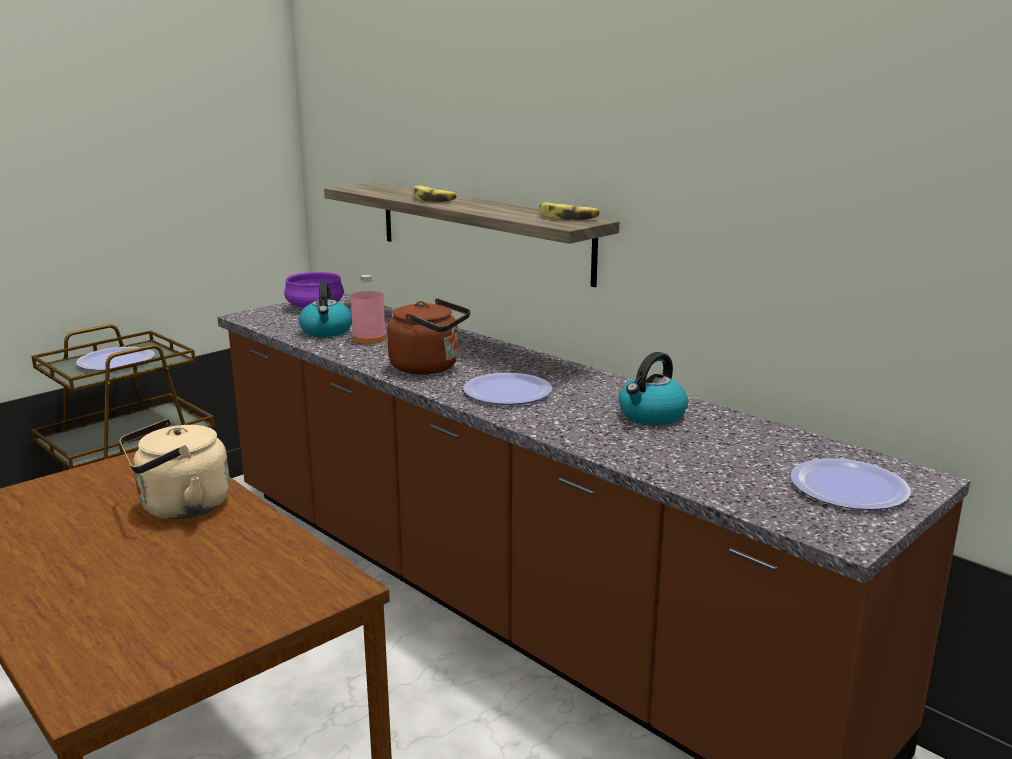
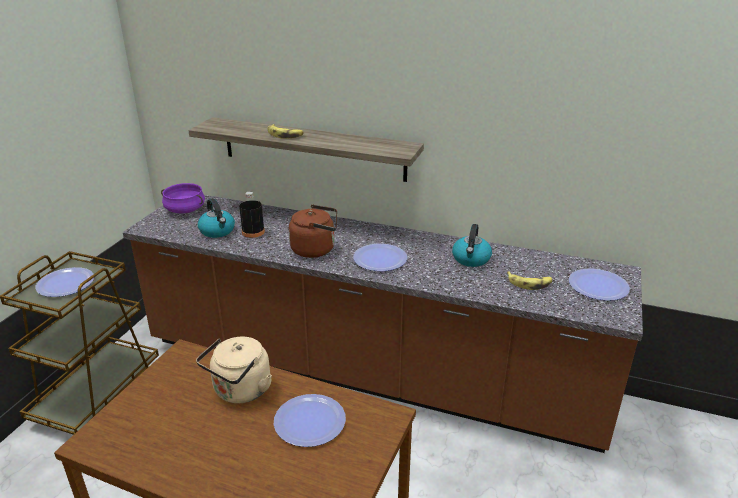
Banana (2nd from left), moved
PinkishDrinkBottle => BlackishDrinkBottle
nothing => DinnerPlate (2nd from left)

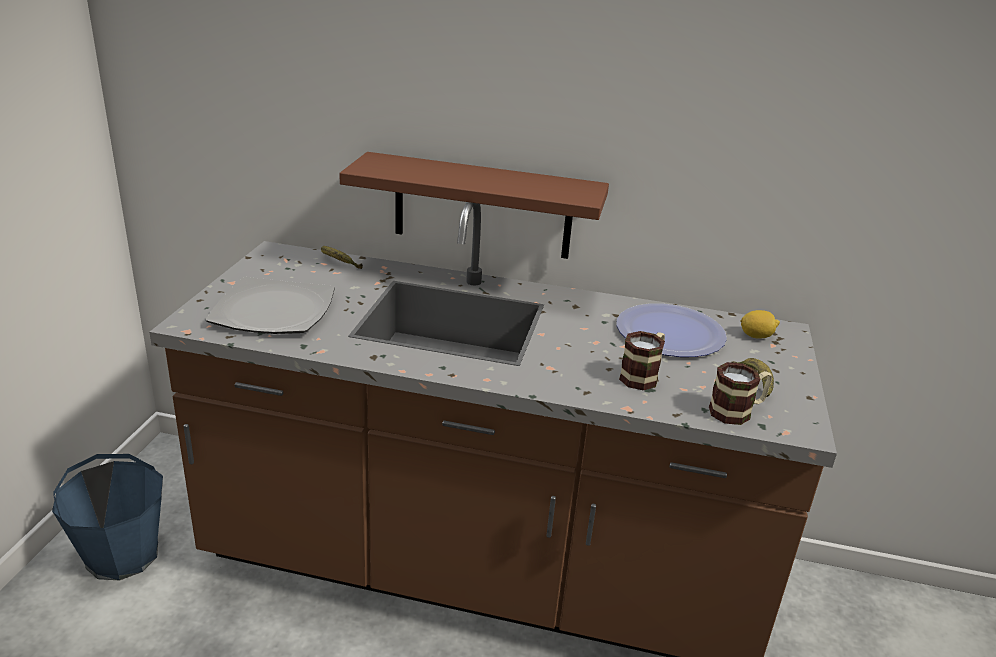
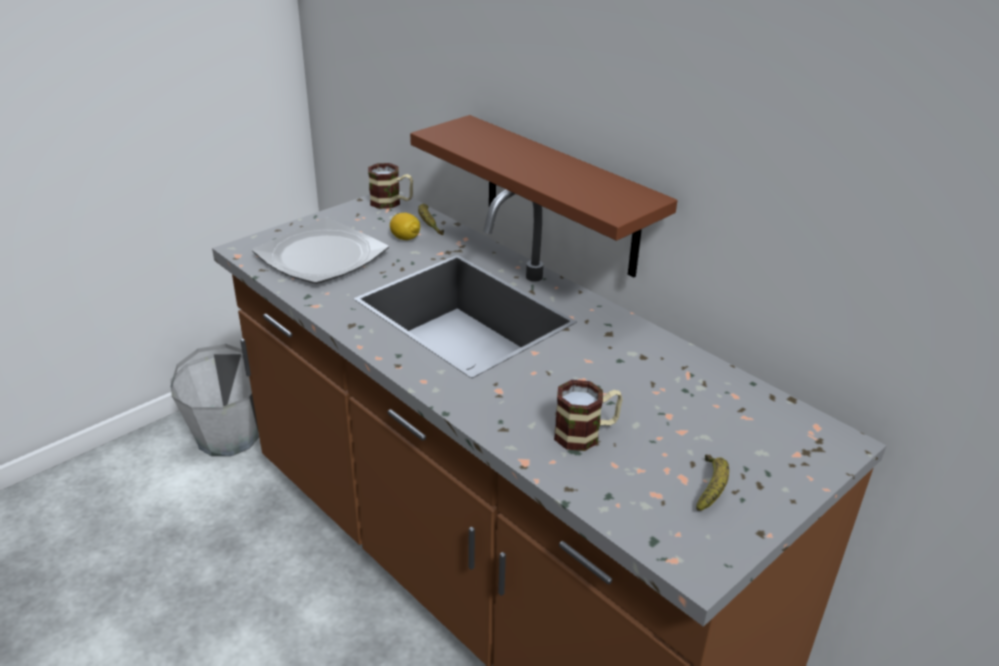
DinnerPlate (2nd from left) => nothing
Lemon, moved
TeaMug (2nd from left in the first image) => TeaMug (1st from left), moved
BlueColouredWaterBucket => GreyWaterBucket

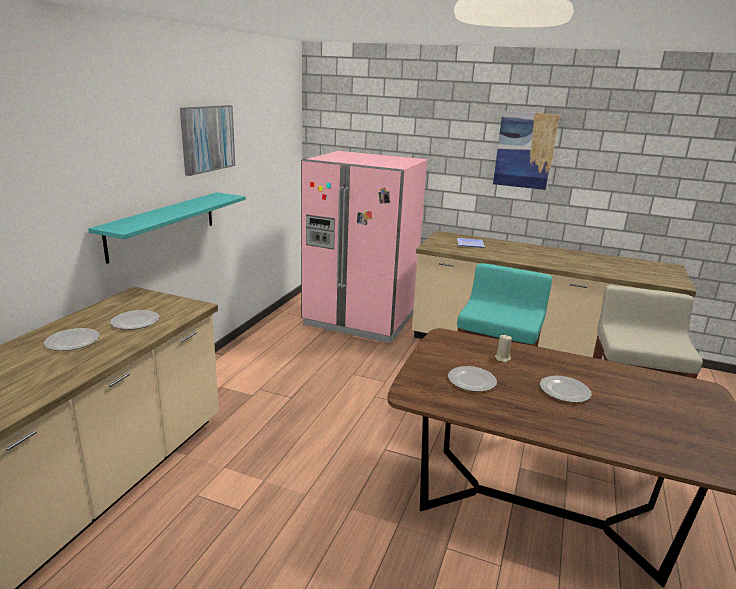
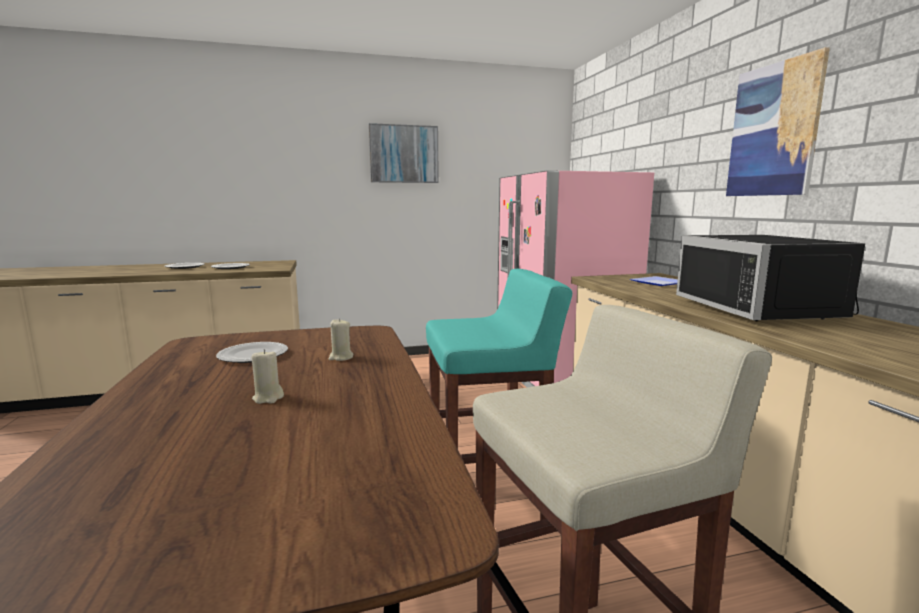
TurquoiseShelf => nothing
DinnerPlate (5th from left) => BeigeWaxLight (1st from left)
nothing => BlackishMicrowaveOven

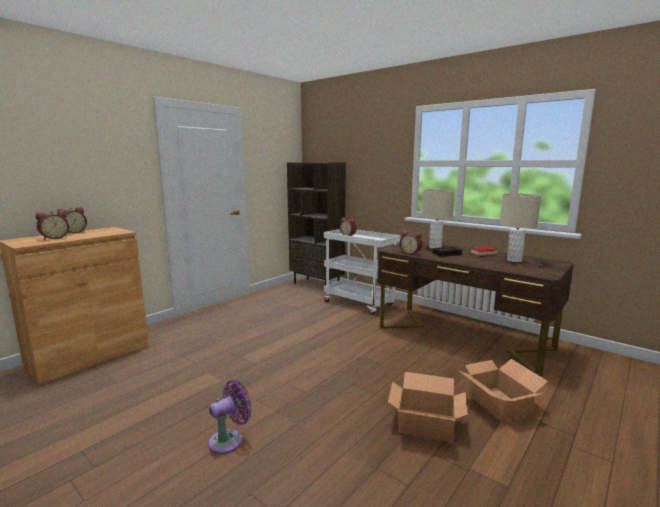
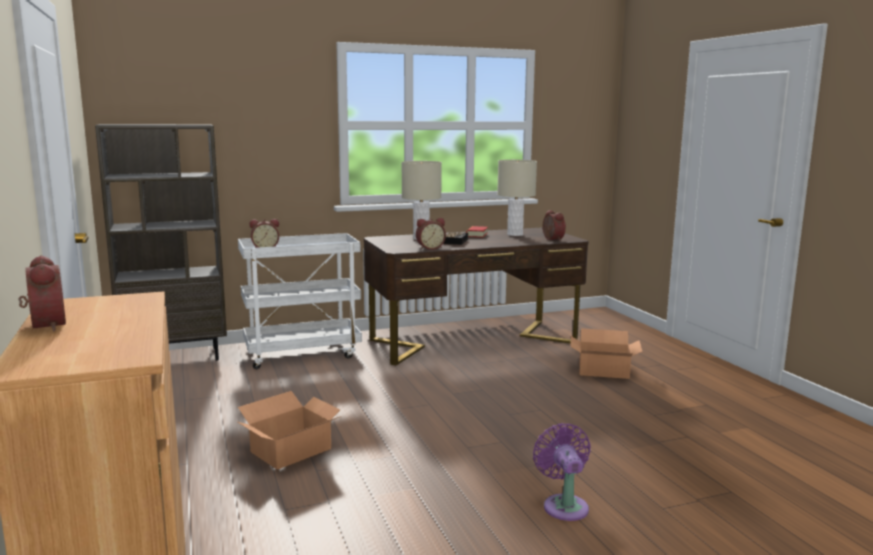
AlarmClock (1st from left in the first image) => AlarmClock (5th from left), moved
PackingBox (1st from left), moved

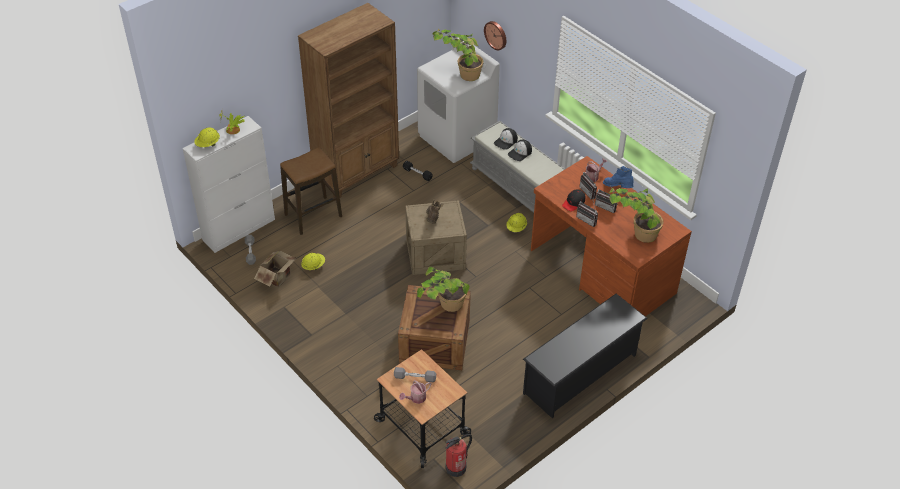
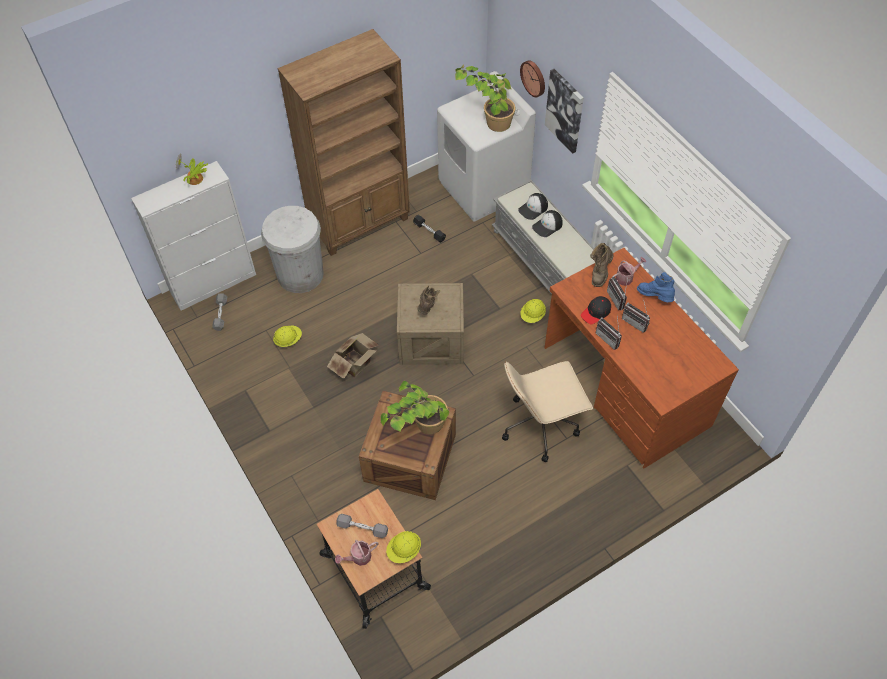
YellowishSafetyHelmet (1st from left in the first image) => YellowishSafetyHelmet (2nd from left), moved
StoolSeat => WhitishRubbishBin
PottedPlant (4th from left) => nothing
PackingBox, moved
BlackishShoeShelf => nothing
FireFightingCylinder => nothing
nothing => WallPicture
nothing => BrownishTallBoot (2nd from left)
nothing => BeigeComputerChair

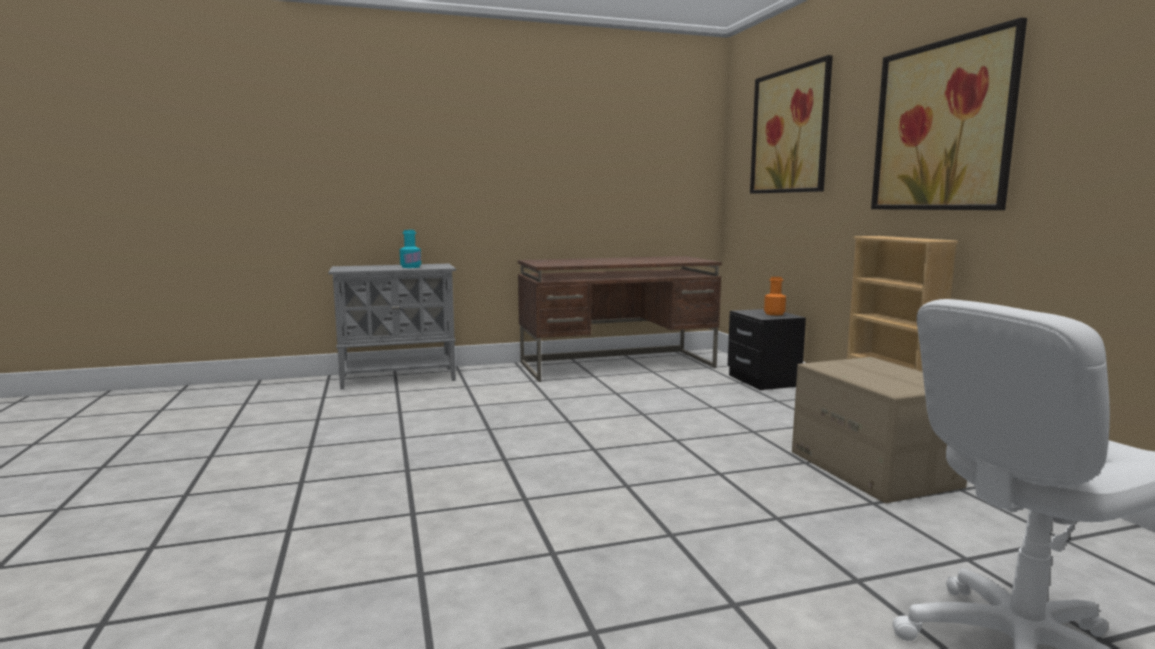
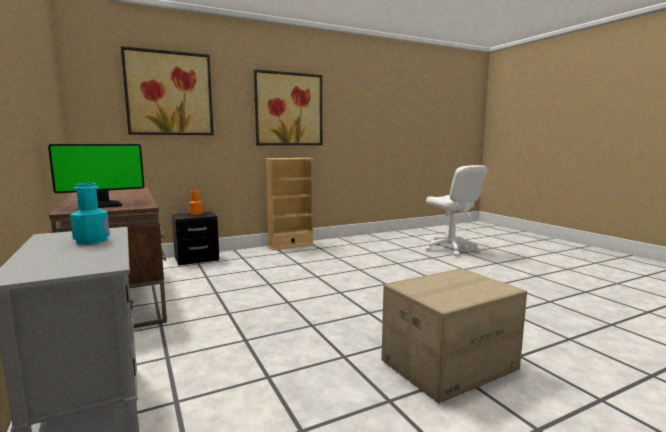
PackingBox, moved
nothing => ComputerScreen

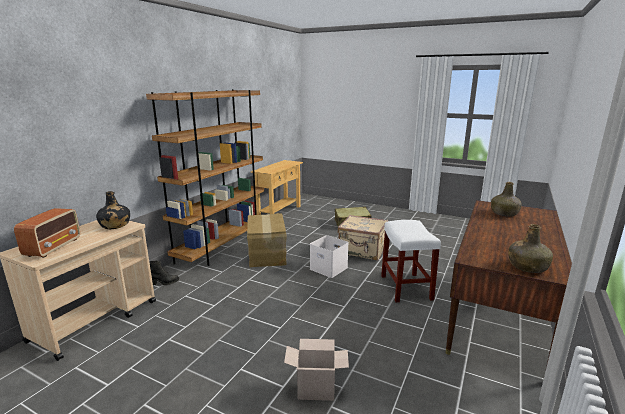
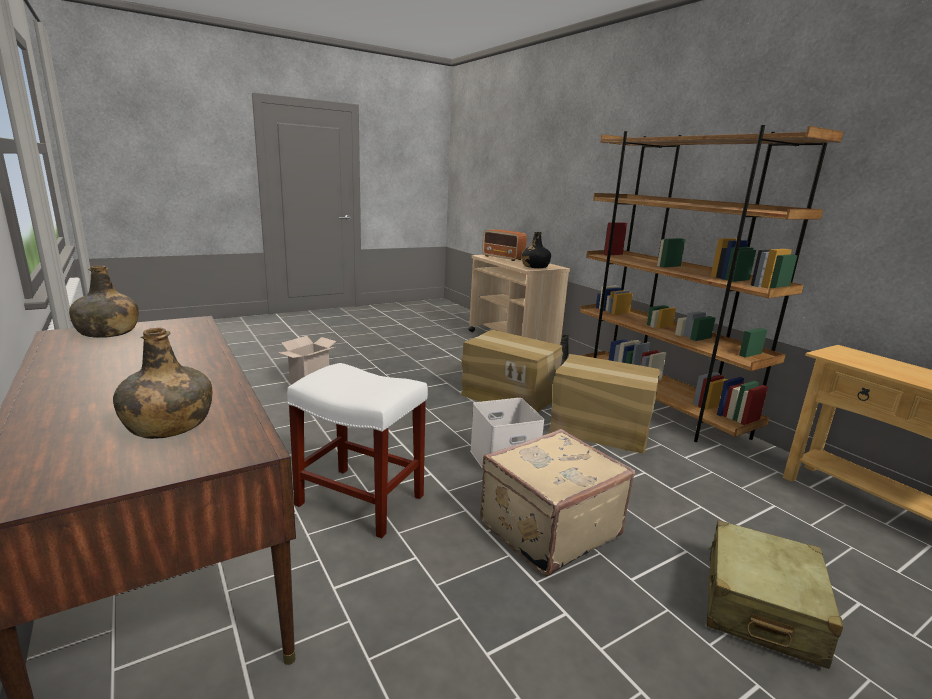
nothing => PackingBox (2nd from left)

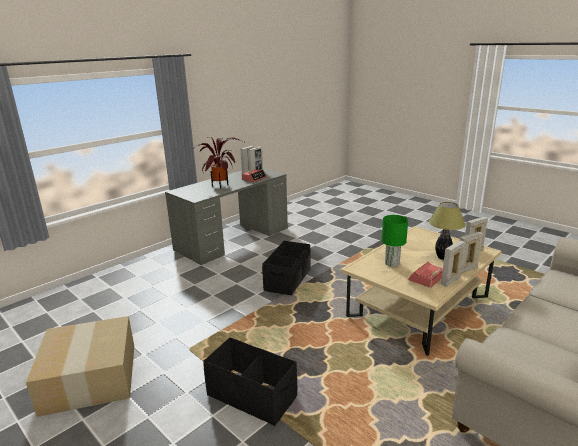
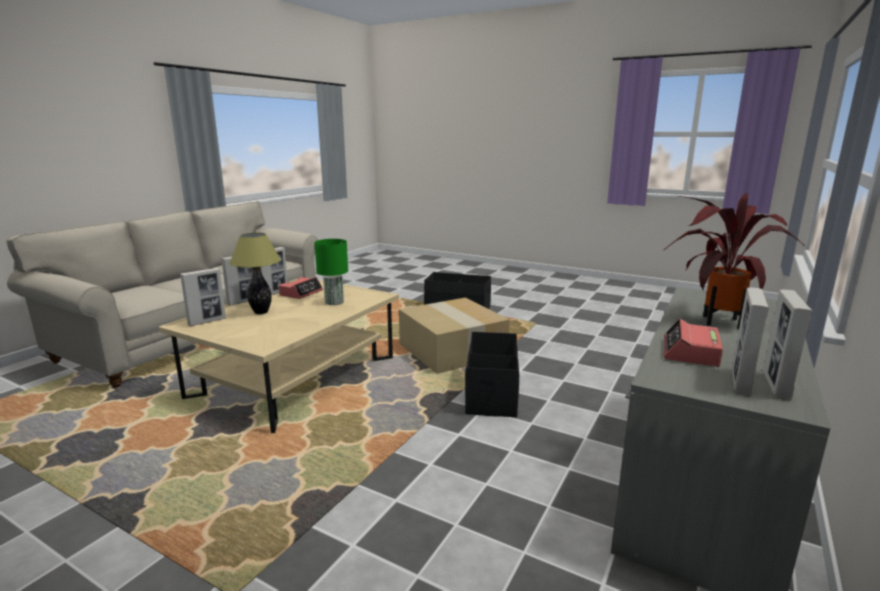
PackingBox, moved

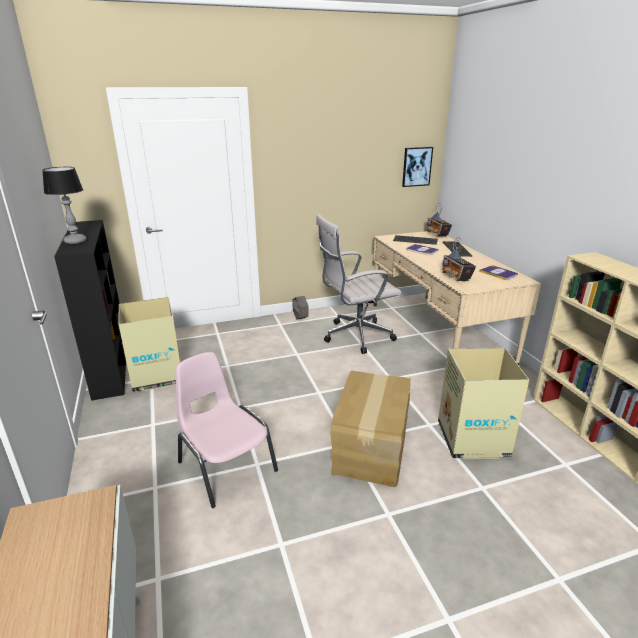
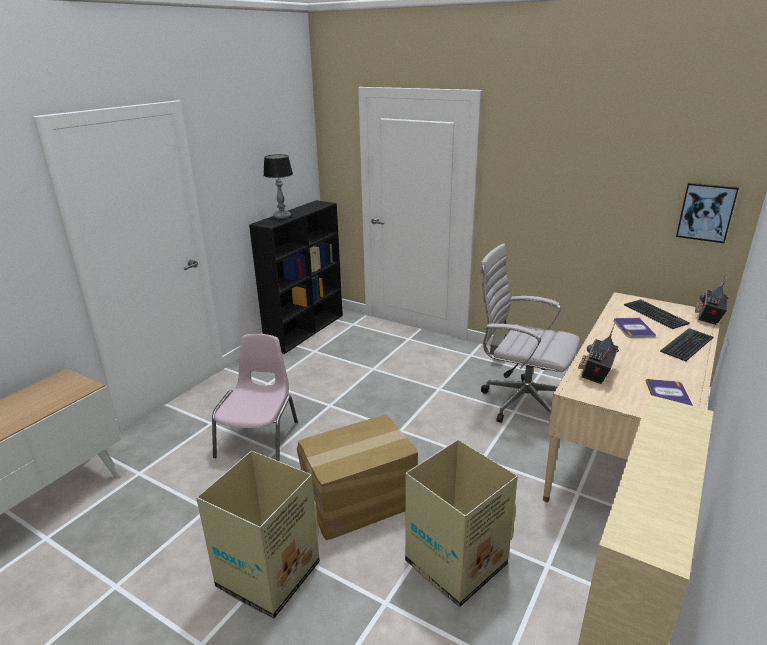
PackingBox (1st from left), moved

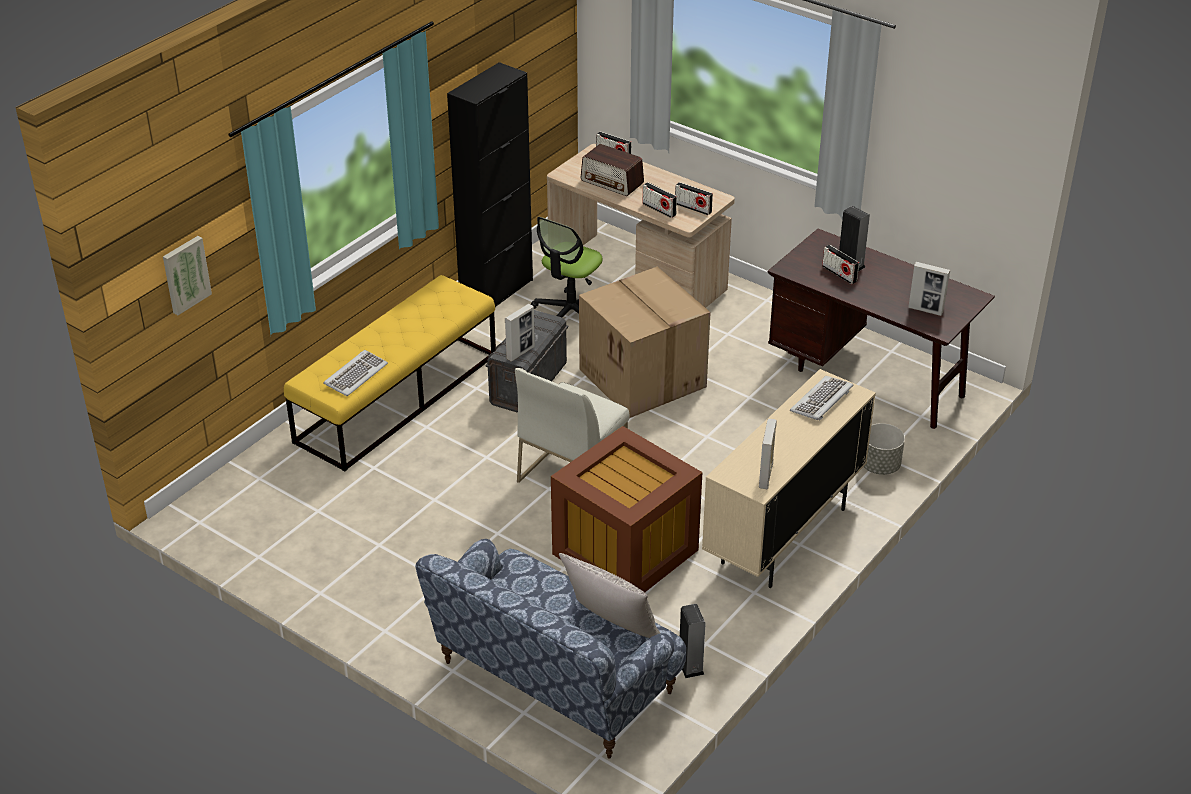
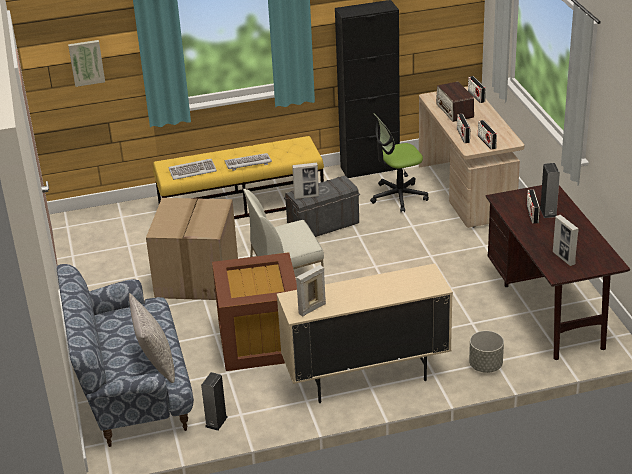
PackingBox, moved
Keyboard (2nd from left), moved

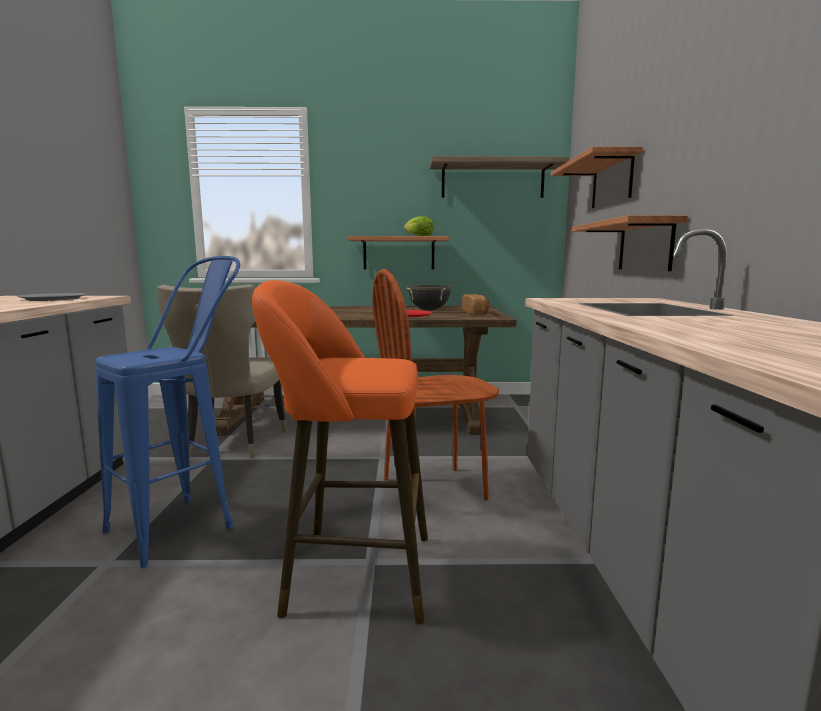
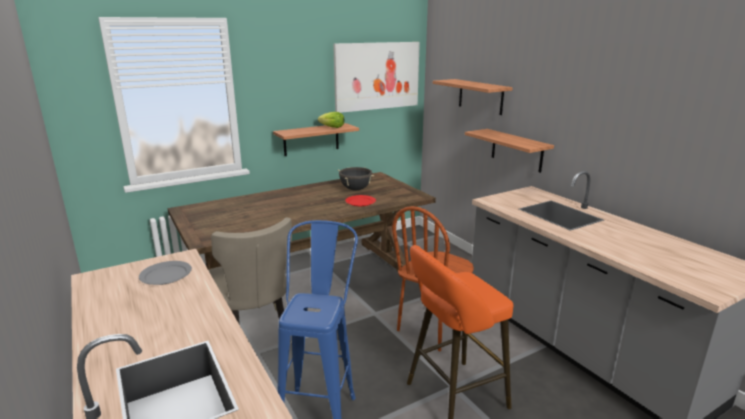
Shelf (2nd from left) => WallPicture
BakeryBread => nothing

